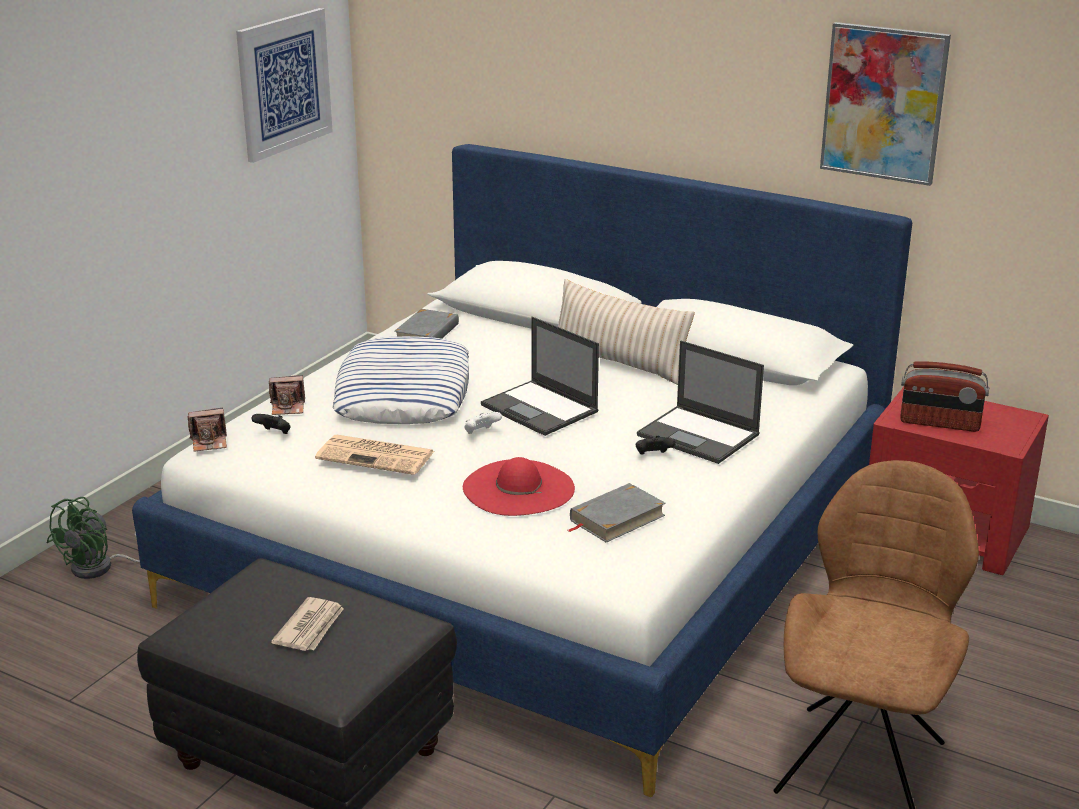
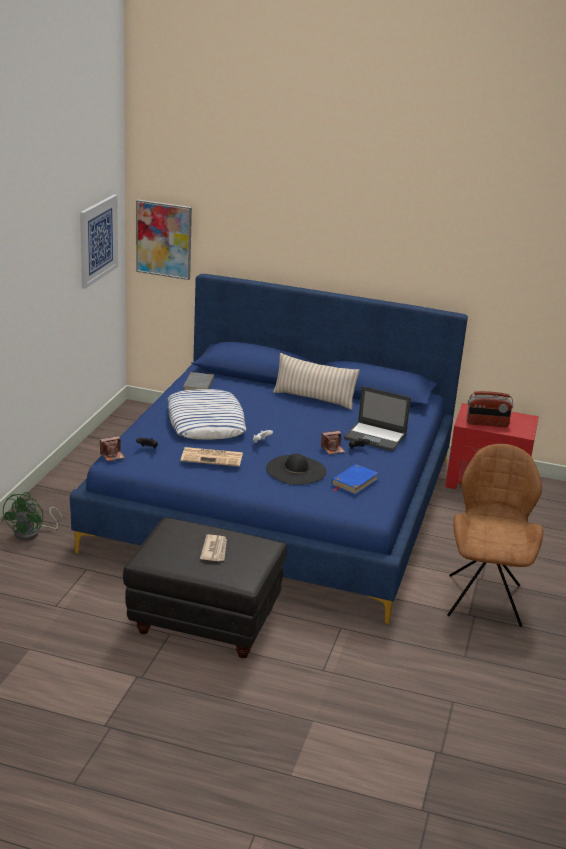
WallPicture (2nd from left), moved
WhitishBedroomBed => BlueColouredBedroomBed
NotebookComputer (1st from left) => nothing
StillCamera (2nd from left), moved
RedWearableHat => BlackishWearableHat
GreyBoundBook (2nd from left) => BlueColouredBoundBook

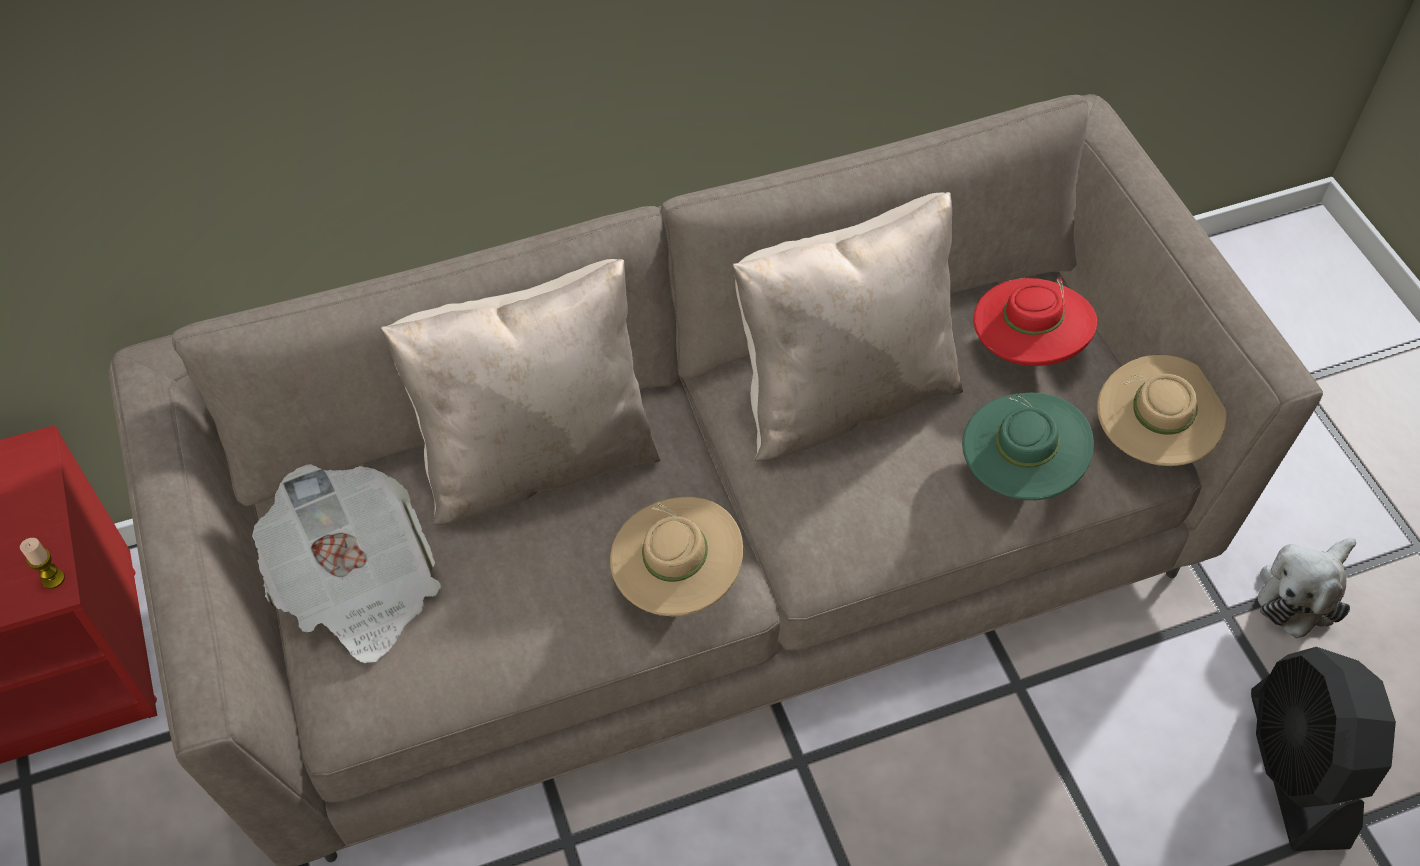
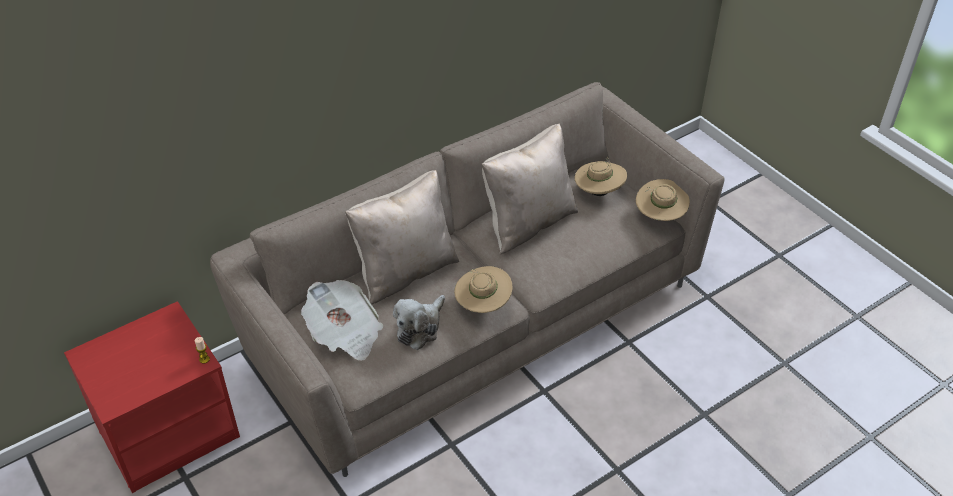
RedWearableHat => BeigeWearableHat (2nd from left)
GreenColouredWearableHat => nothing
CuddlyToy, moved
BlackishFan => nothing

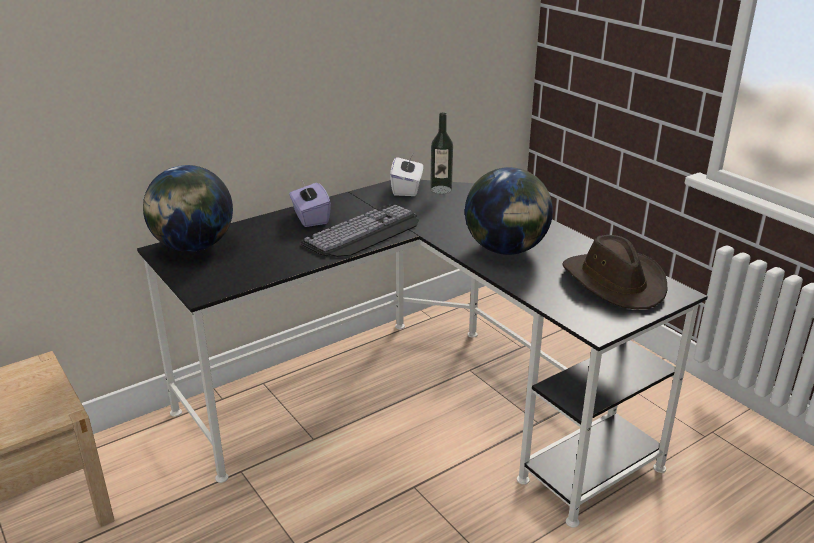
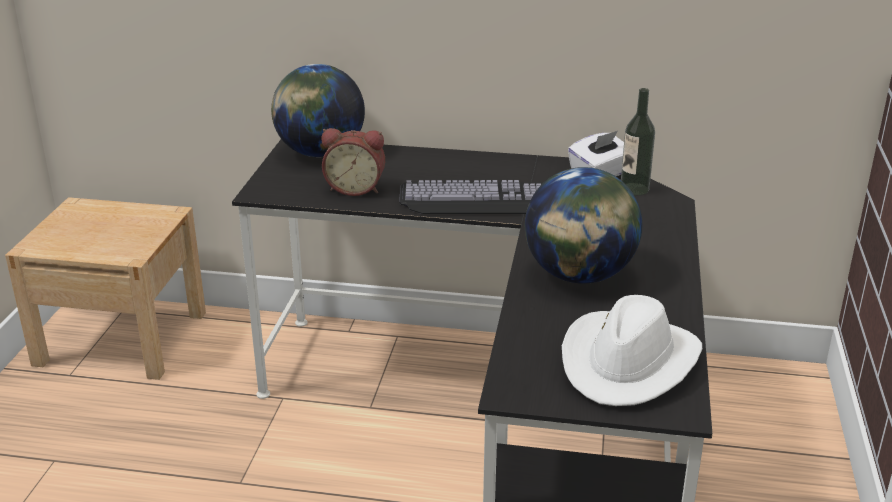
PurplishTissueHolder => nothing
BrownishWearableHat => WhitishWearableHat
nothing => AlarmClock

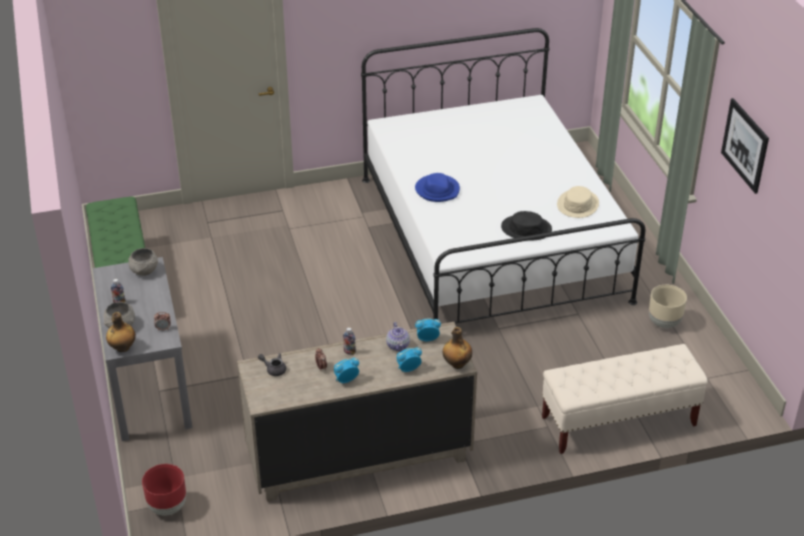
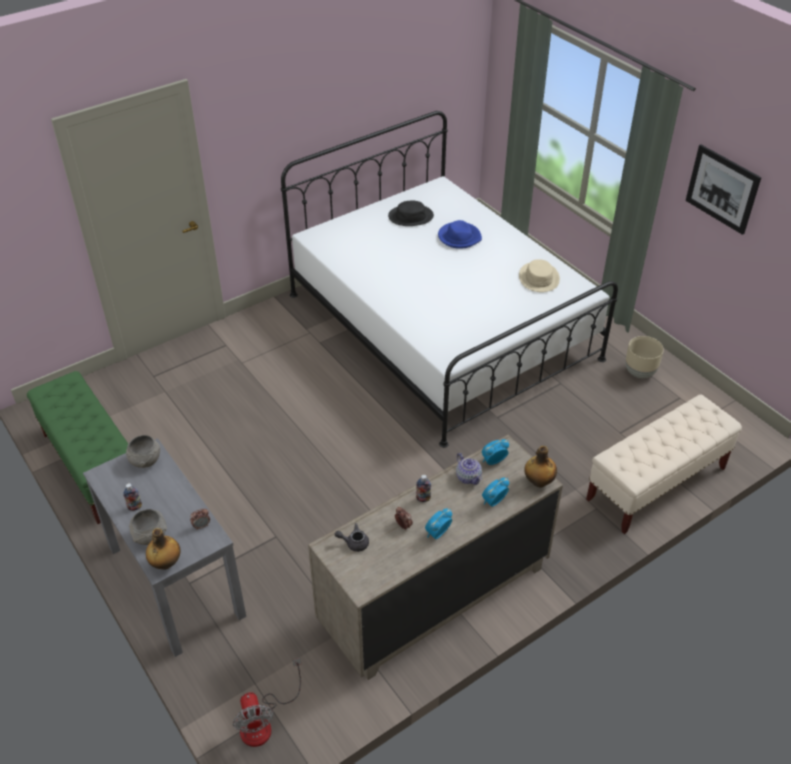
BlueColouredWearableHat, moved
BlackishWearableHat, moved
RedFlowerPot => Fan

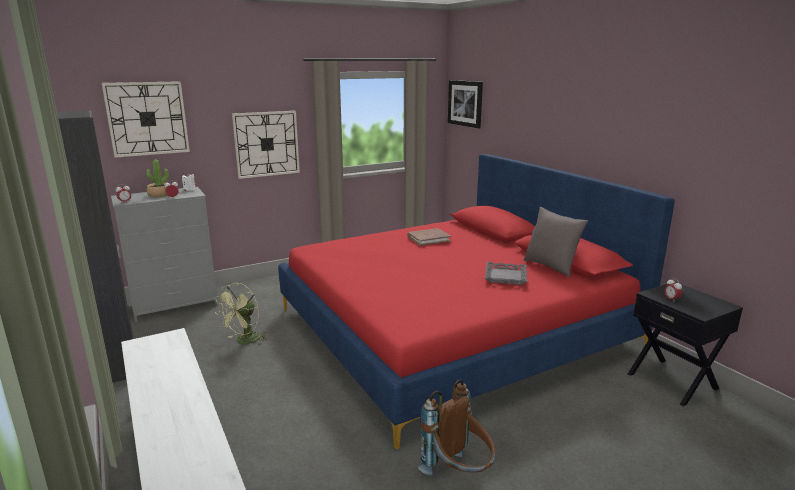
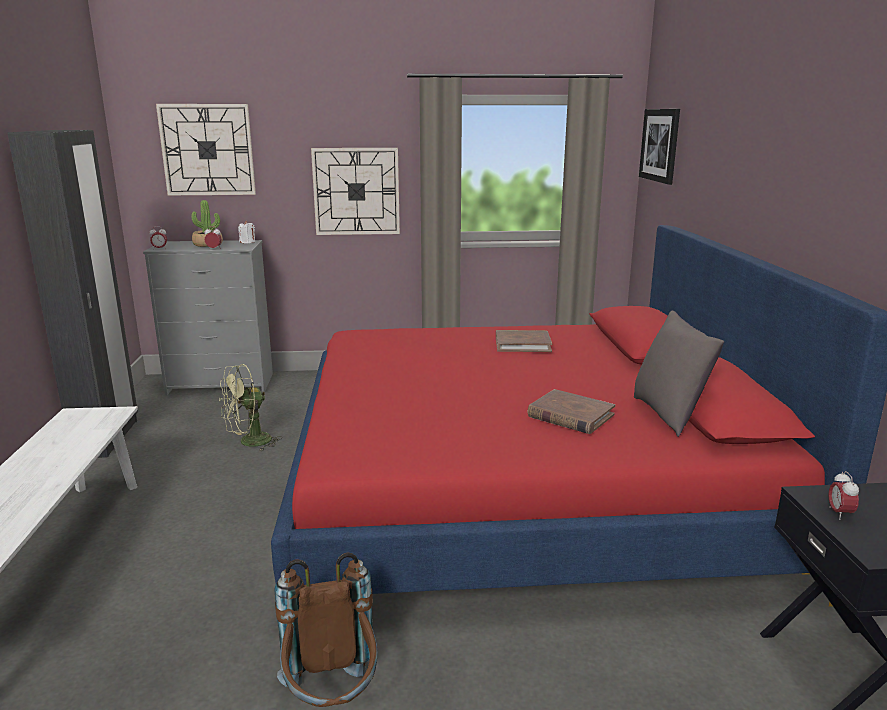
GreyTray => BrownishBoundBook (2nd from left)

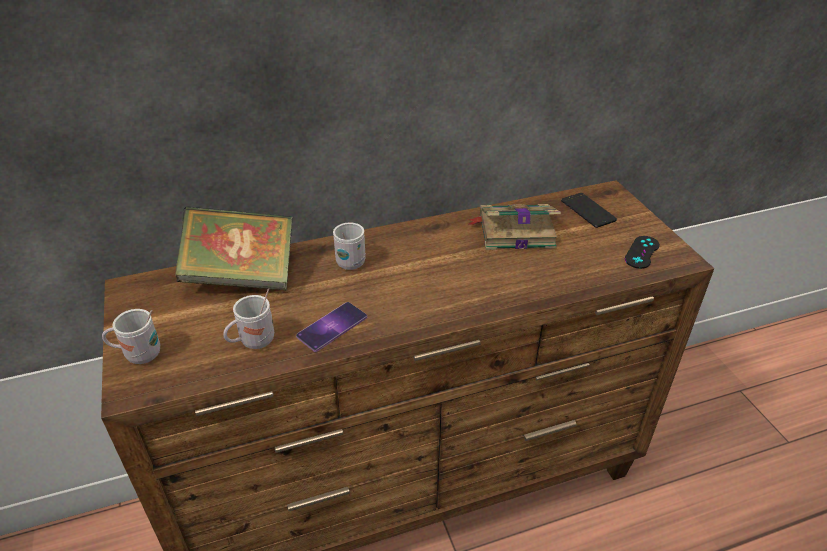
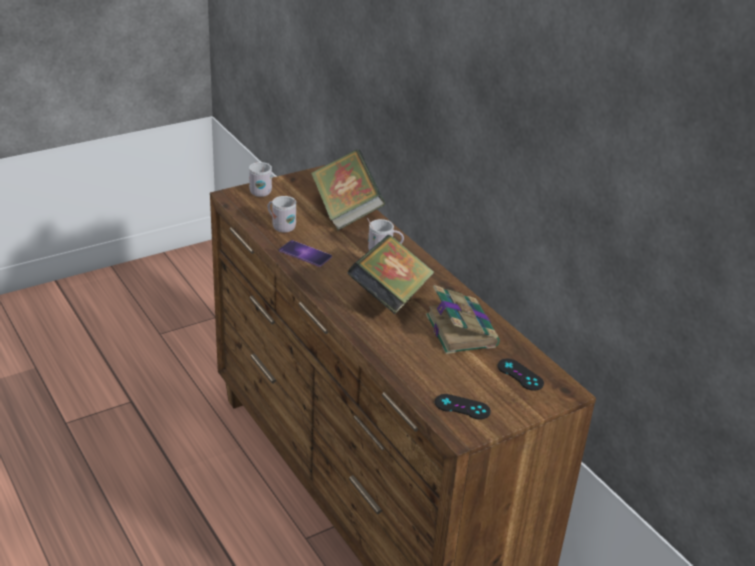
Phone (2nd from left) => BlackishGamepad (2nd from left)
nothing => BoundBook (2nd from left)

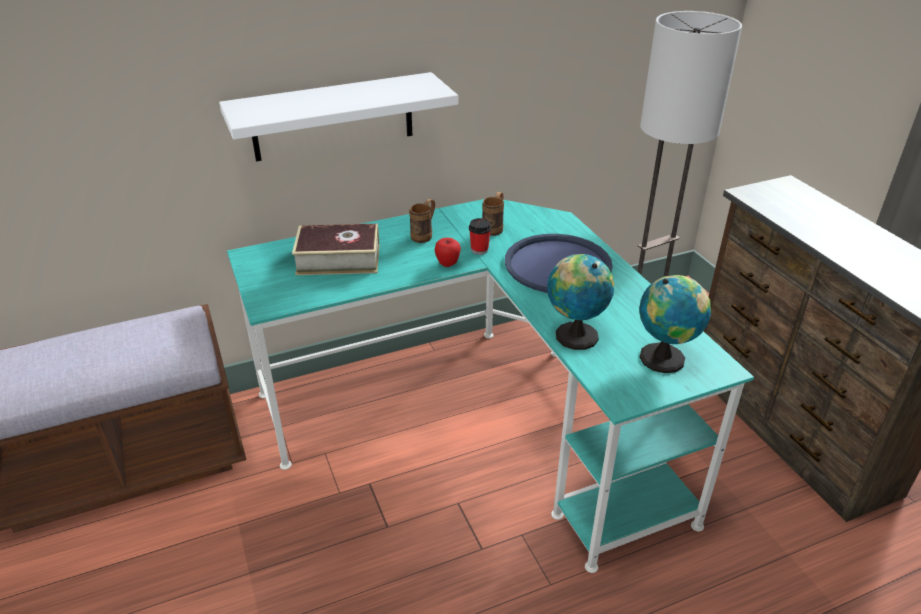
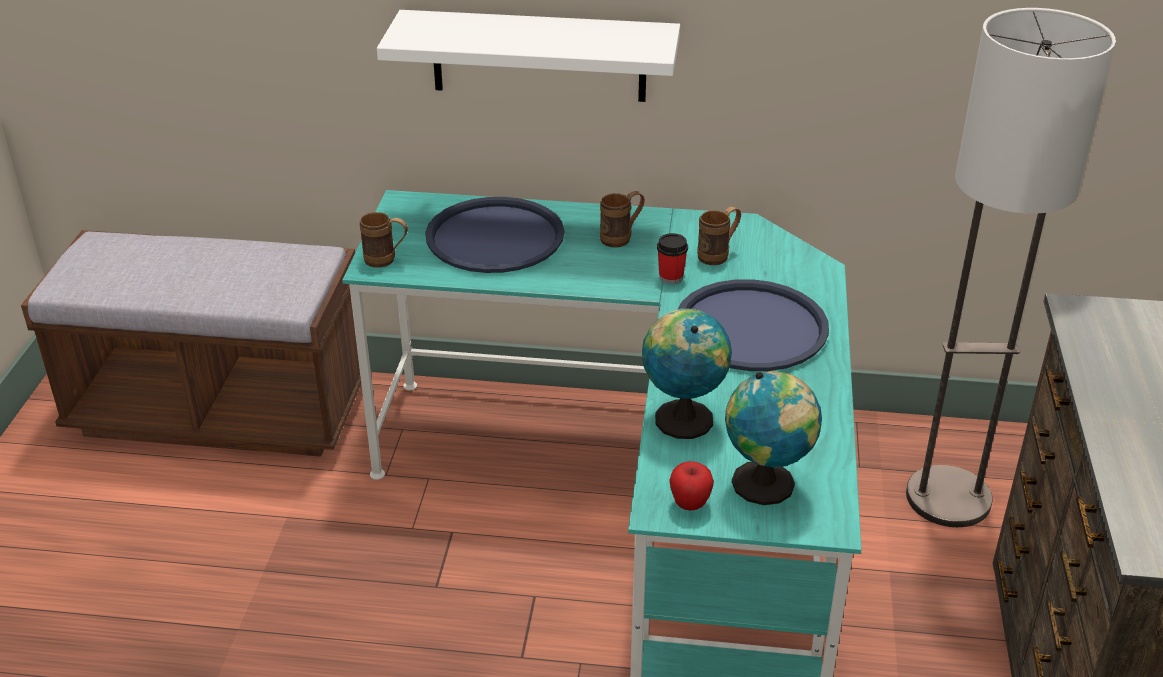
BoundBook => BlueColouredTray (1st from left)
AppleFruit, moved
nothing => BrownishTeaMug (1st from left)

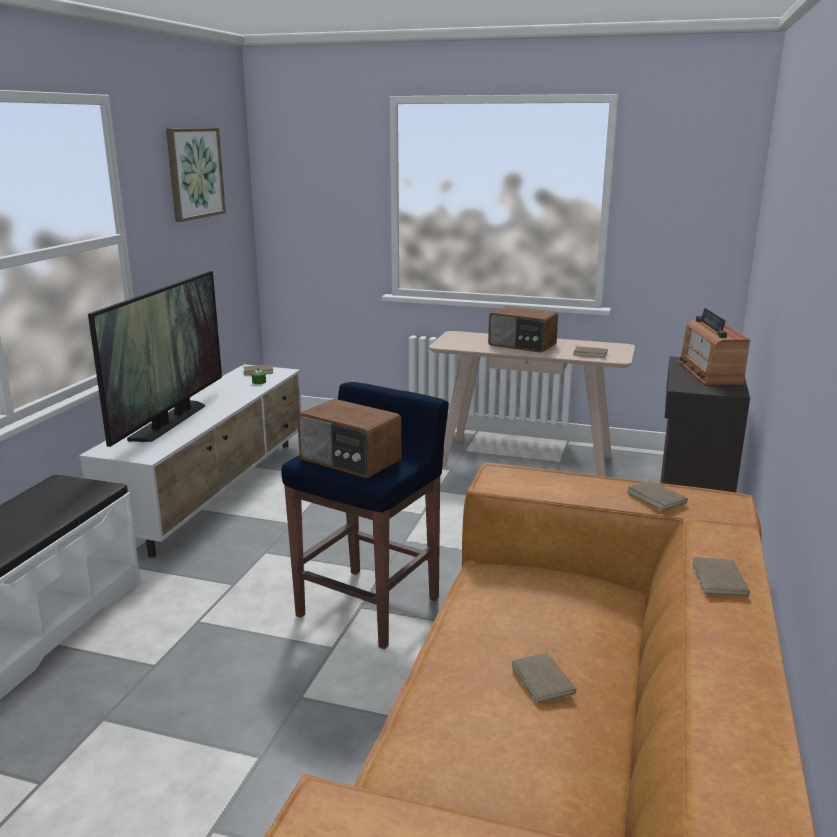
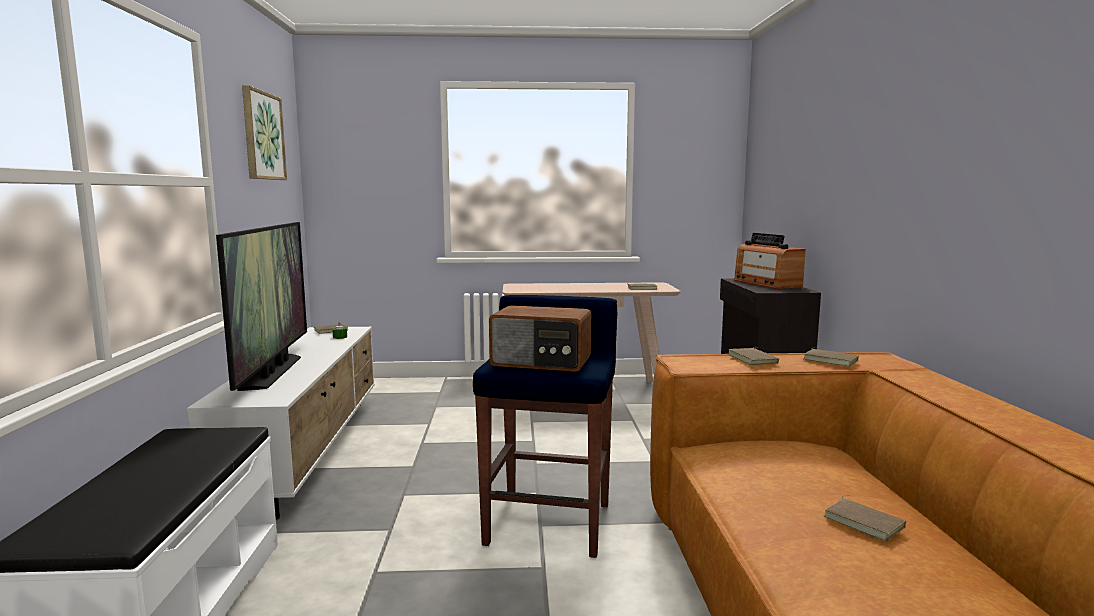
Radio (2nd from left) => nothing
BrownishBoundBook (5th from left in the first image) => BrownishBoundBook (3rd from left), moved

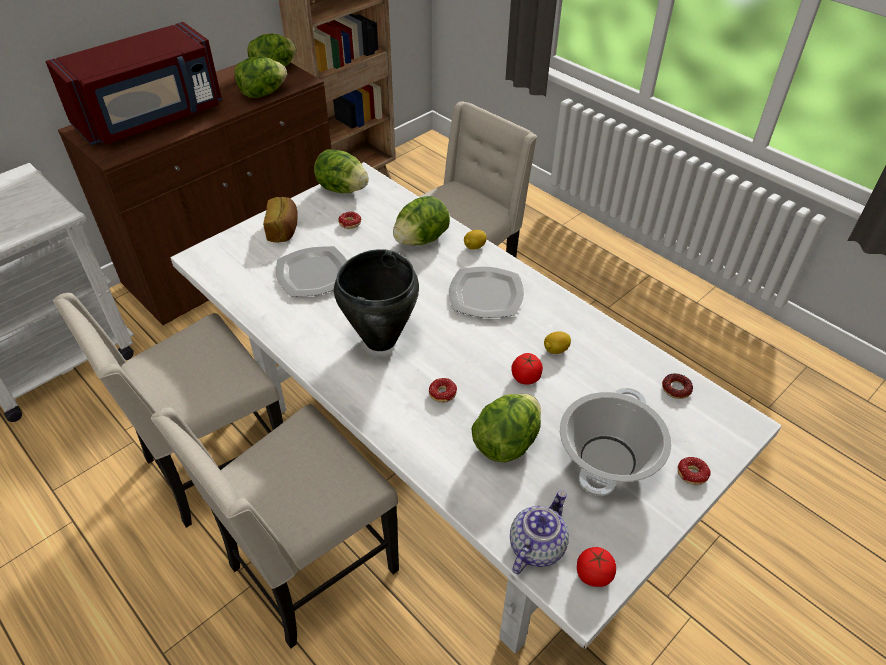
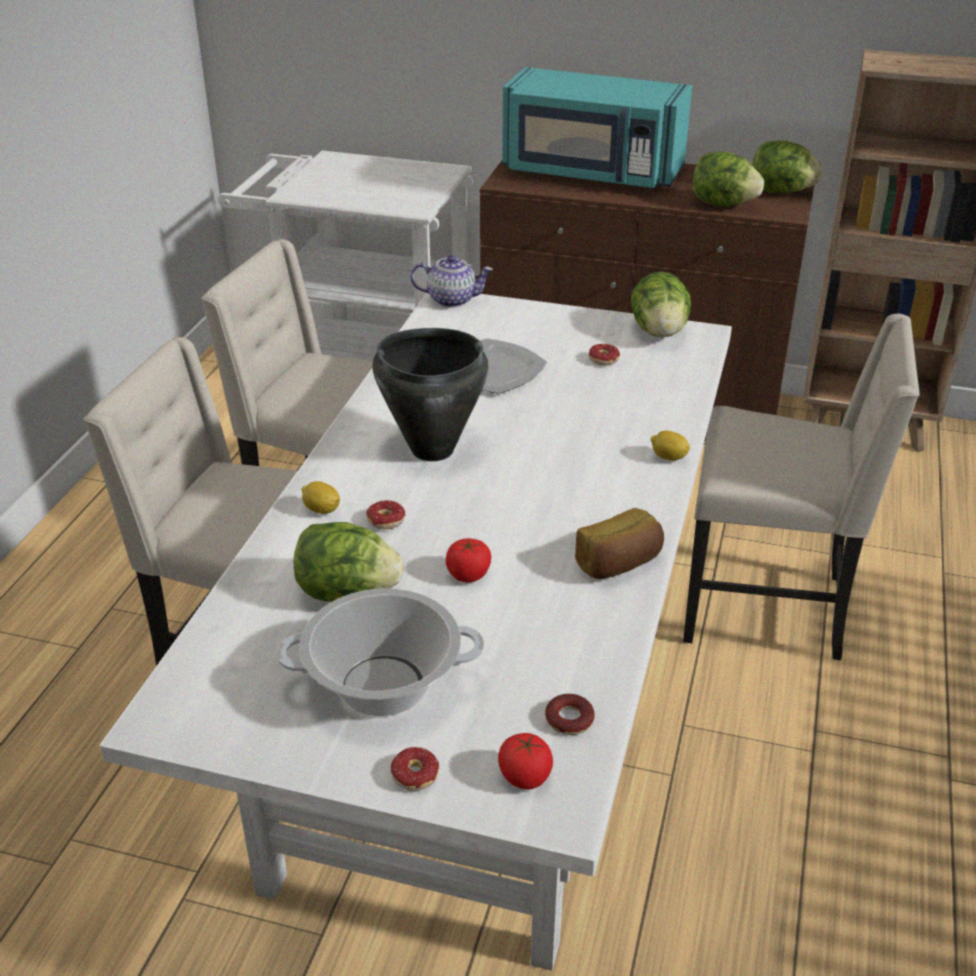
RedMicrowaveOven => TurquoiseMicrowaveOven
HeadOfLettuce (4th from left) => nothing
BakeryBread, moved
DinnerPlate (2nd from left) => nothing
Lemon (2nd from left in the first image) => Lemon (1st from left), moved
PotForTea, moved
Tomato (2nd from left), moved

